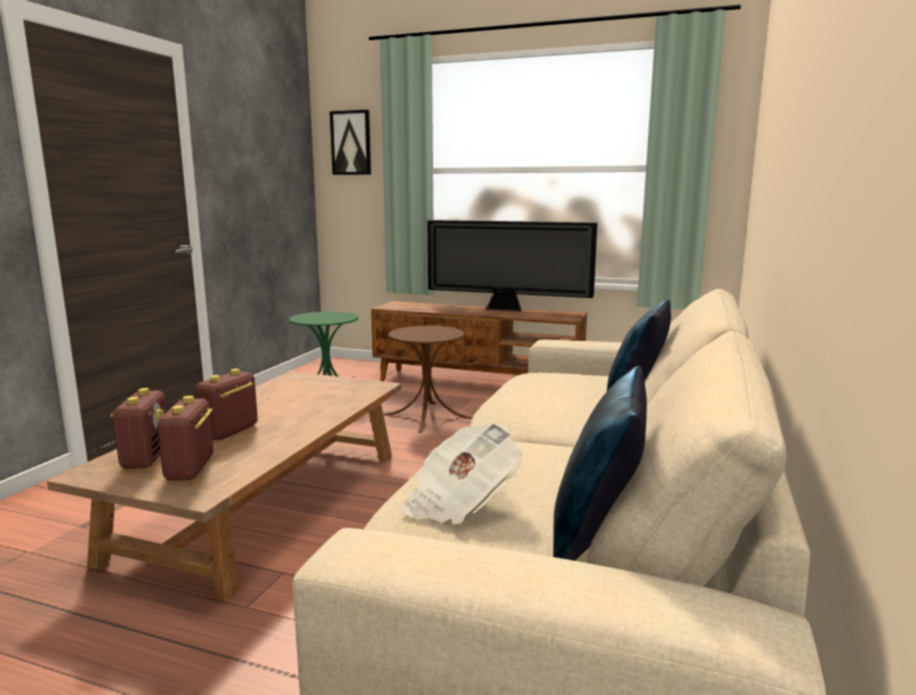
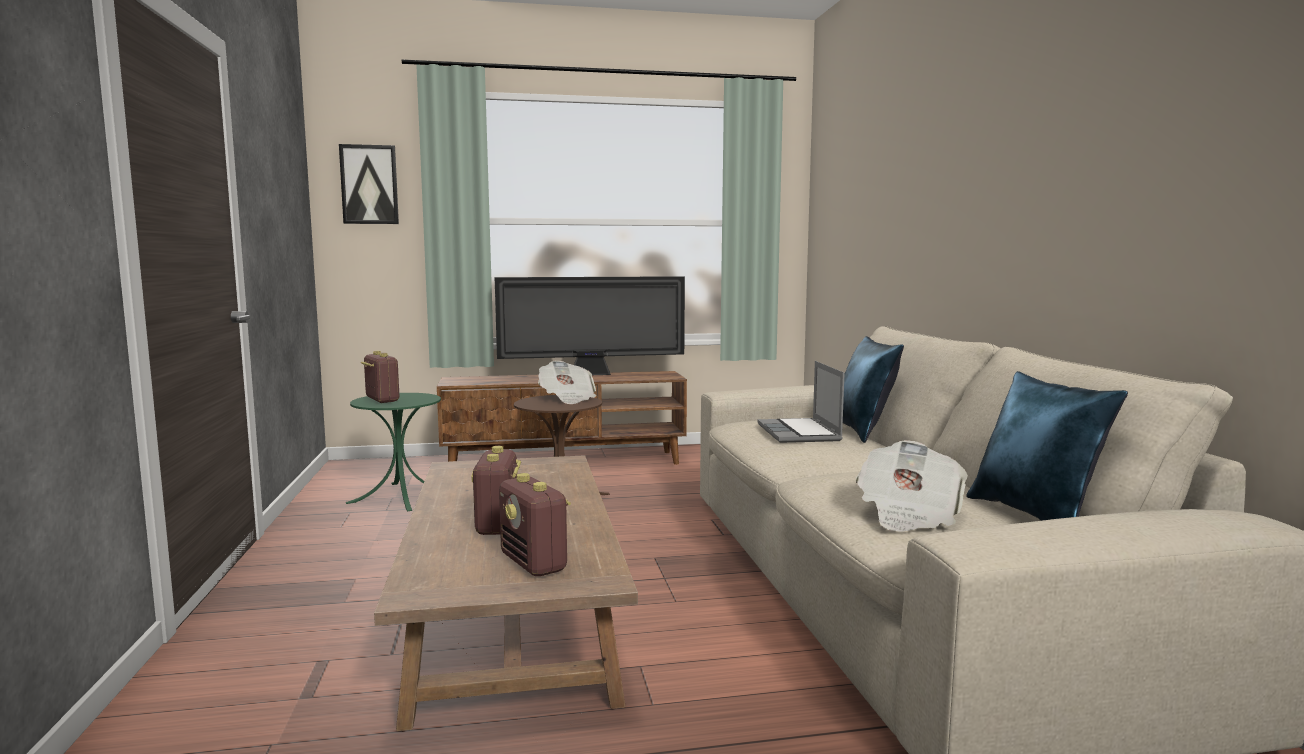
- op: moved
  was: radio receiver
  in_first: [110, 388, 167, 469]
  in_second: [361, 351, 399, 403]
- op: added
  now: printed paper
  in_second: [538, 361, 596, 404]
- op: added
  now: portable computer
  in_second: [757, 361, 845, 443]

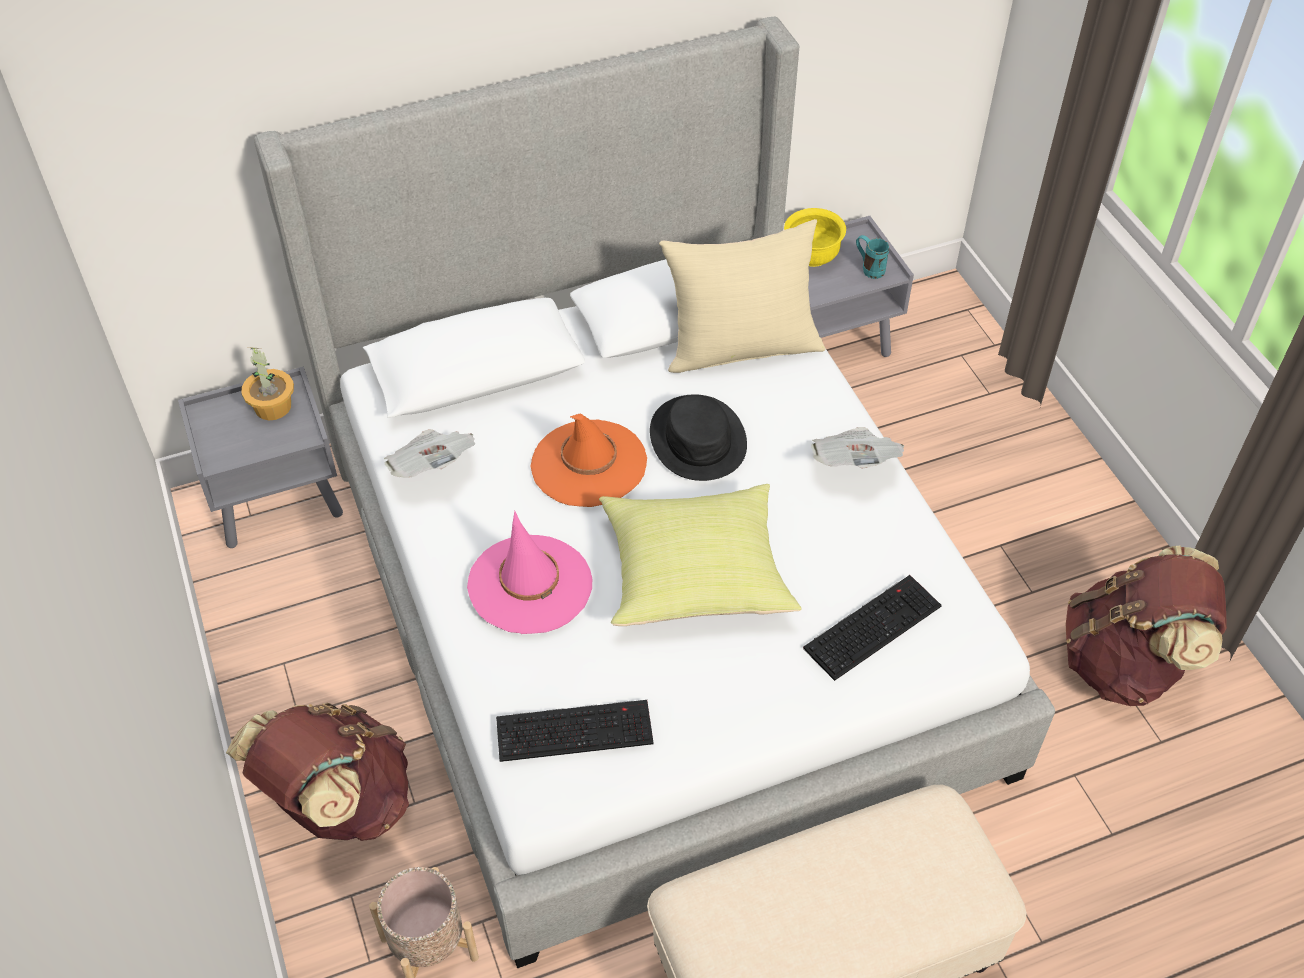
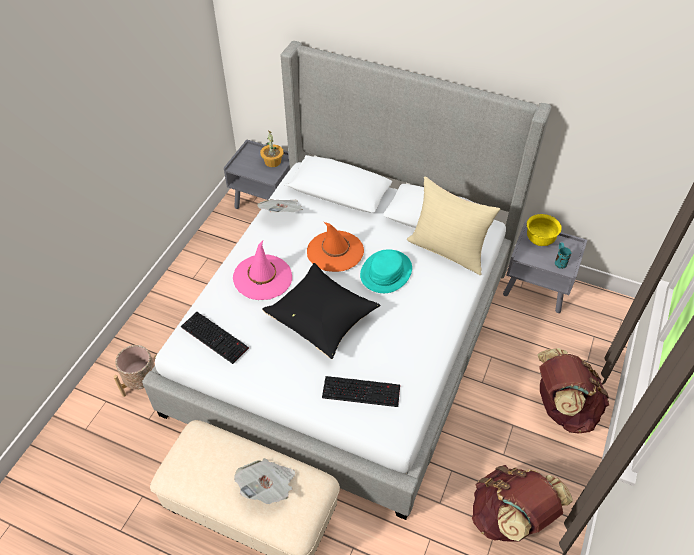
- op: moved
  was: brown knapsack
  in_first: [226, 703, 409, 841]
  in_second: [537, 348, 609, 434]
- op: recoloured
  was: yellowish throw pillow
  now: black throw pillow
  in_first: [599, 484, 802, 626]
  in_second: [262, 263, 380, 359]
- op: recoloured
  was: black clothing hat
  now: turquoise-coloured clothing hat
  in_first: [650, 394, 747, 481]
  in_second: [360, 249, 412, 293]
- op: moved
  was: printed paper
  in_first: [811, 427, 904, 468]
  in_second: [234, 458, 296, 504]

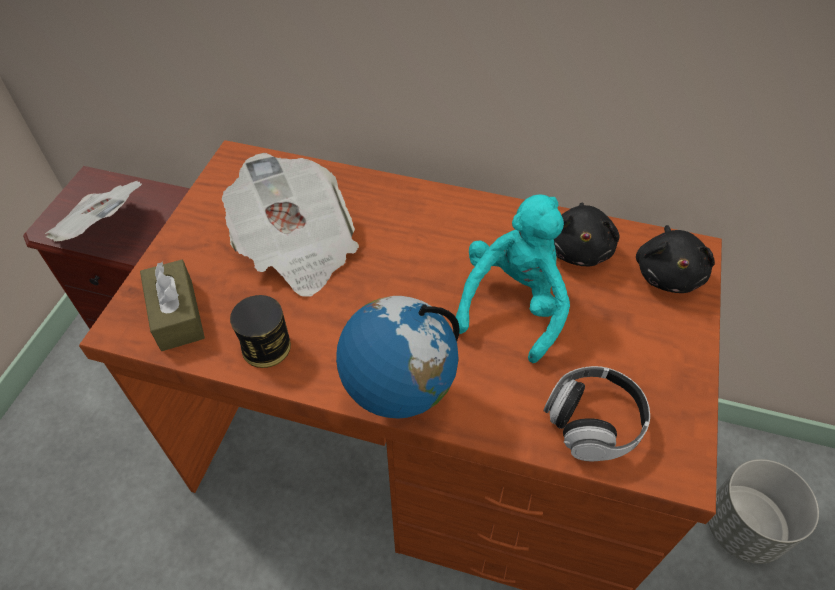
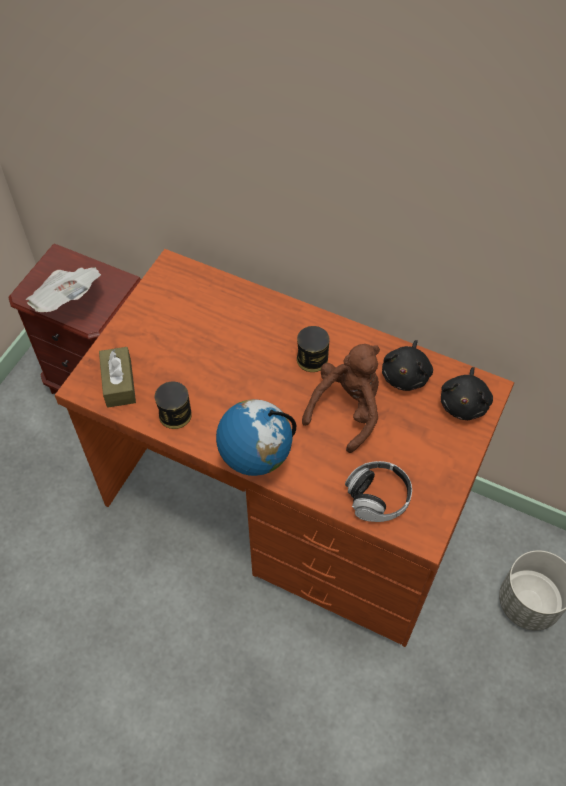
- op: removed
  was: printed paper
  in_first: [222, 153, 359, 297]
- op: recoloured
  was: turquoise-coloured cuddly toy
  now: brown cuddly toy
  in_first: [456, 195, 570, 363]
  in_second: [302, 344, 380, 453]
- op: added
  now: can
  in_second: [297, 326, 329, 372]

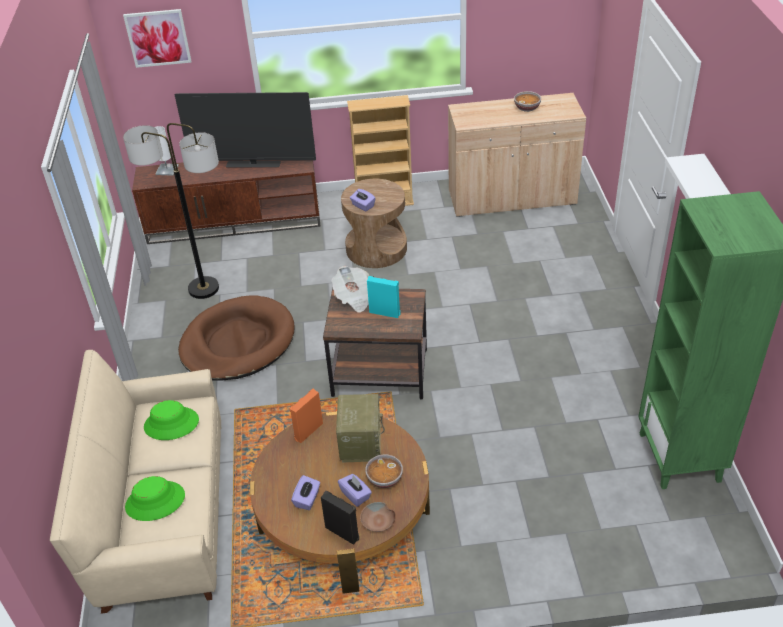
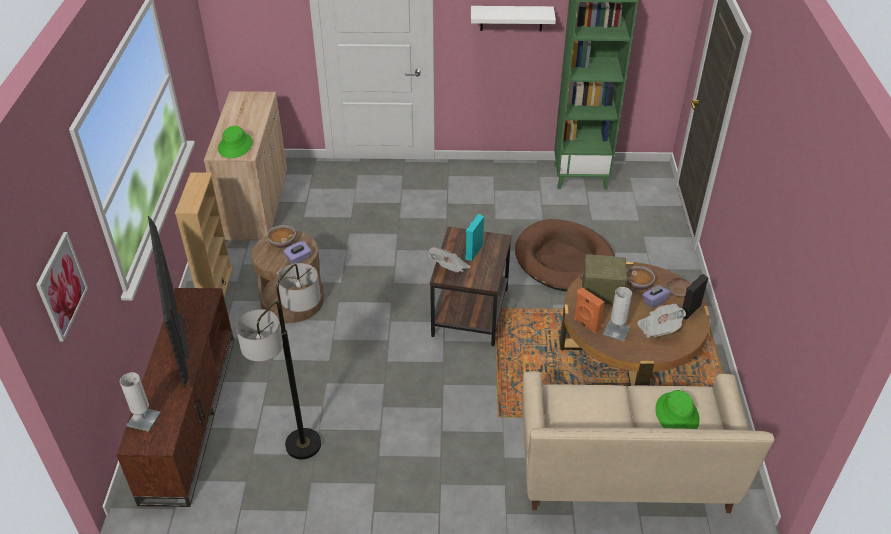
- op: moved
  was: greenish clothing hat
  in_first: [144, 400, 199, 440]
  in_second: [218, 126, 253, 158]
- op: turned
  was: television
  in_first: [175, 92, 316, 167]
  in_second: [148, 216, 189, 388]
  clockwise: 150
- op: moved
  was: brown pet bed
  in_first: [178, 295, 295, 381]
  in_second: [515, 219, 615, 291]
- op: replaced
  was: purplish tissue holder
  now: printed paper
  in_first: [291, 475, 321, 510]
  in_second: [637, 304, 686, 338]
- op: moved
  was: deep dish
  in_first: [514, 91, 541, 112]
  in_second: [267, 225, 296, 248]
- op: added
  now: whitish table lamp
  in_second: [603, 287, 632, 341]

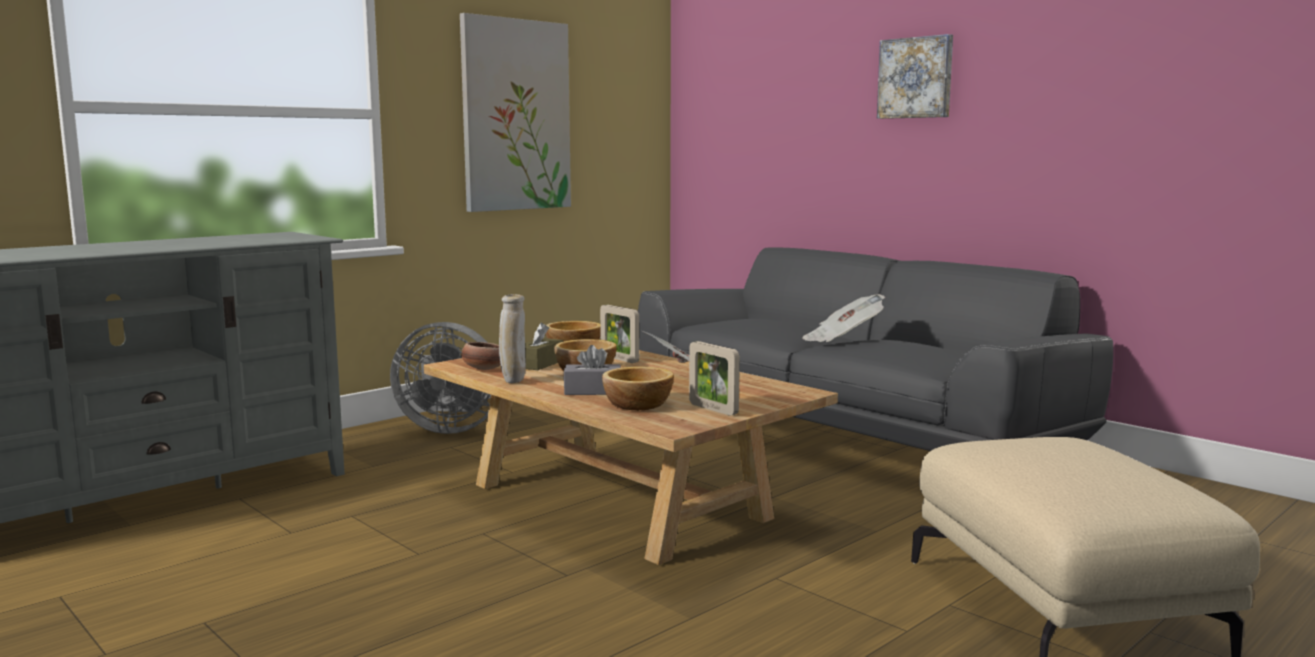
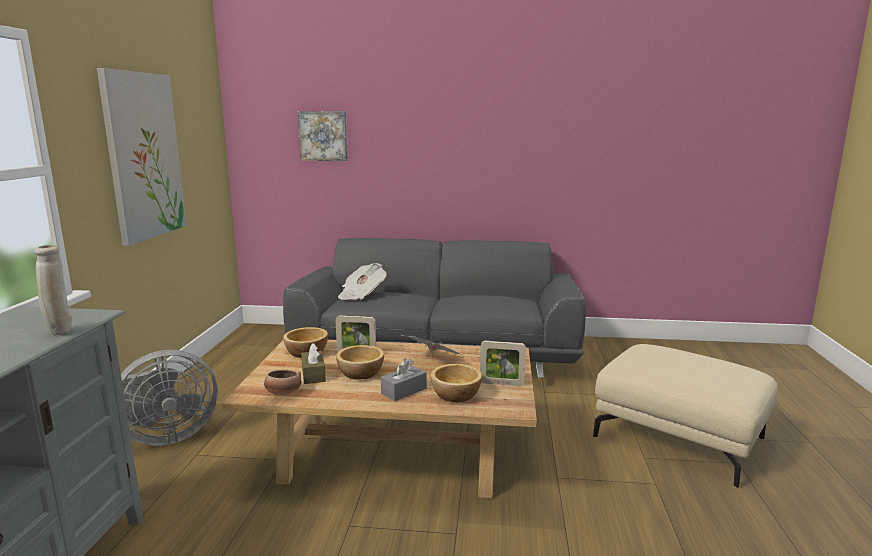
- op: moved
  was: beige-coloured flower vase
  in_first: [499, 294, 526, 383]
  in_second: [35, 245, 72, 335]
- op: moved
  was: printed paper
  in_first: [802, 294, 885, 342]
  in_second: [338, 263, 387, 300]
- op: moved
  was: wall art
  in_first: [877, 34, 953, 119]
  in_second: [298, 111, 348, 161]

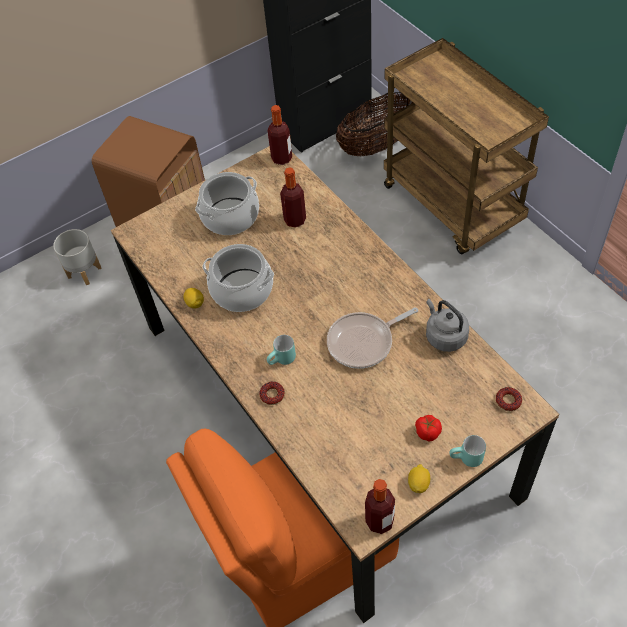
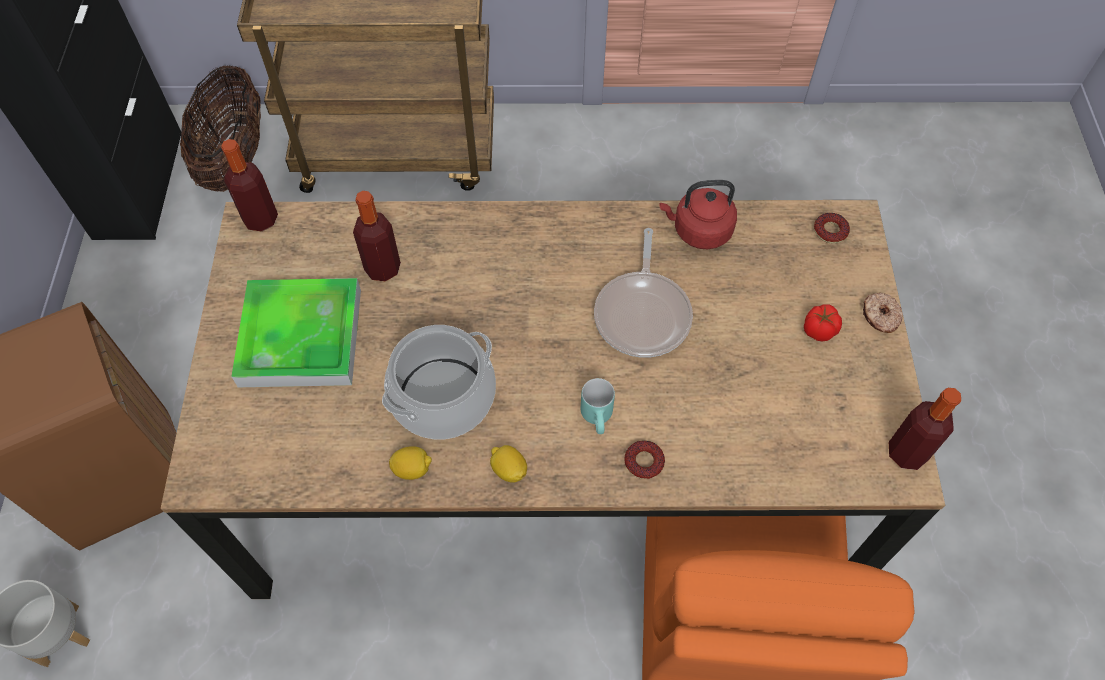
- op: replaced
  was: saucepot
  now: carrying tray
  in_first: [195, 172, 259, 235]
  in_second: [231, 278, 361, 387]
- op: moved
  was: lemon
  in_first: [408, 464, 430, 493]
  in_second: [490, 445, 527, 482]
- op: recoloured
  was: gray tea kettle
  now: reddish tea kettle
  in_first: [426, 299, 469, 352]
  in_second: [659, 180, 737, 249]
- op: replaced
  was: turquoise-coloured coffee mug
  now: donut
  in_first: [449, 435, 486, 467]
  in_second: [863, 293, 903, 333]

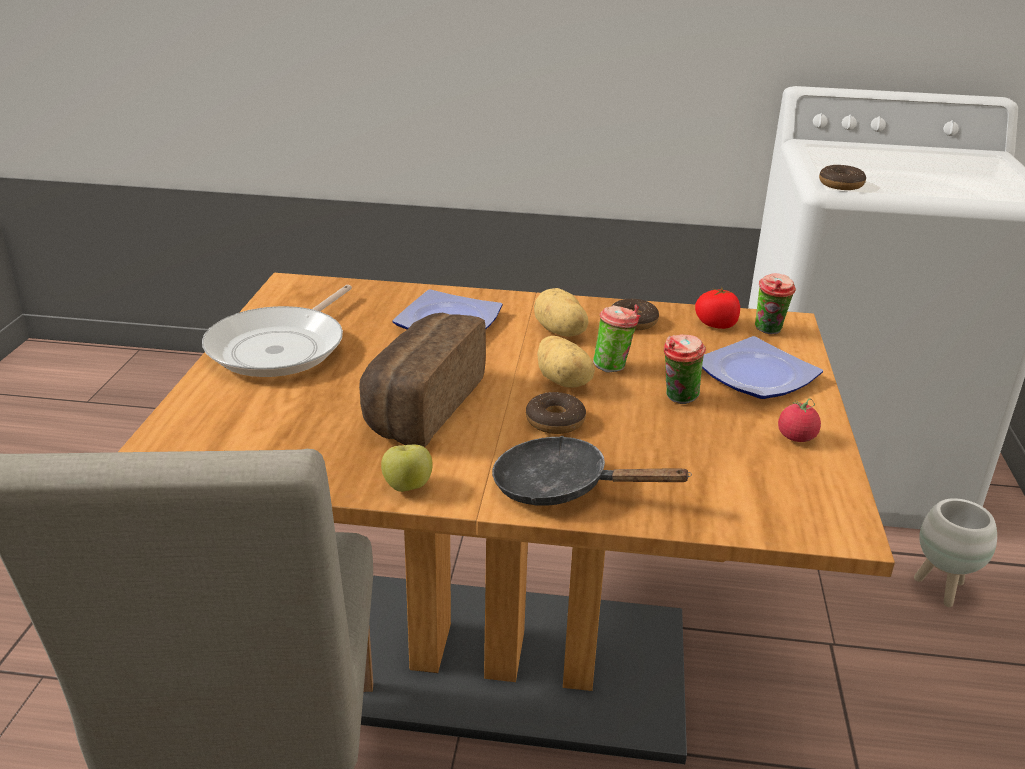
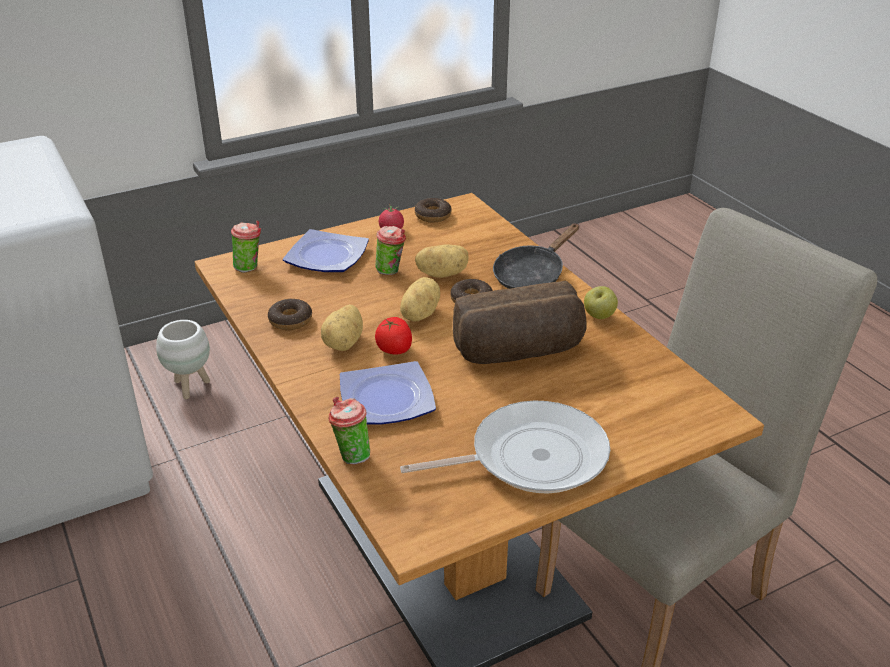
- op: turned
  was: black pan
  in_first: [492, 436, 692, 506]
  in_second: [493, 223, 579, 289]
  clockwise: 60
- op: moved
  was: cup
  in_first: [593, 304, 640, 373]
  in_second: [329, 397, 370, 464]
- op: moved
  was: fresh tomato
  in_first: [695, 287, 740, 329]
  in_second: [375, 317, 412, 355]
- op: moved
  was: donut
  in_first: [819, 165, 866, 190]
  in_second: [415, 198, 451, 222]
- op: added
  now: whole potato
  in_second: [415, 245, 469, 278]

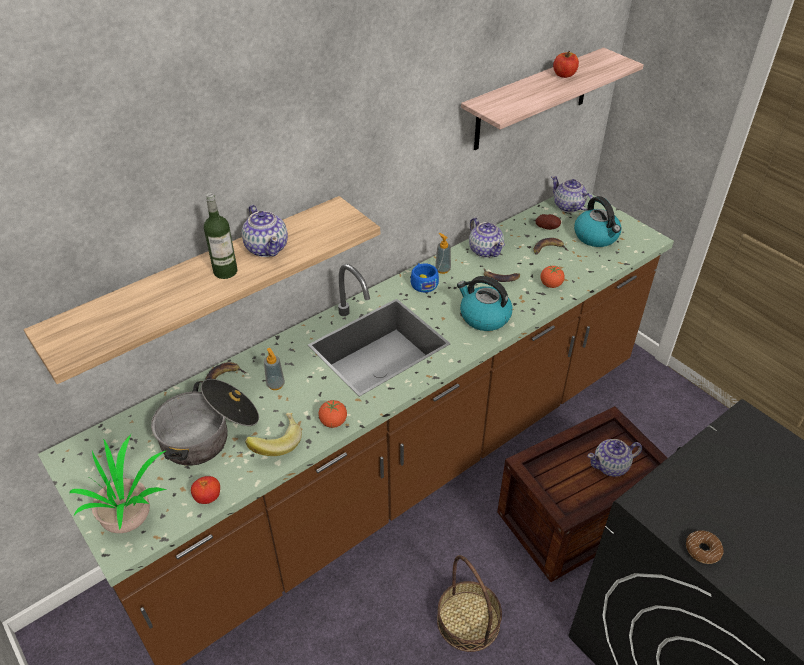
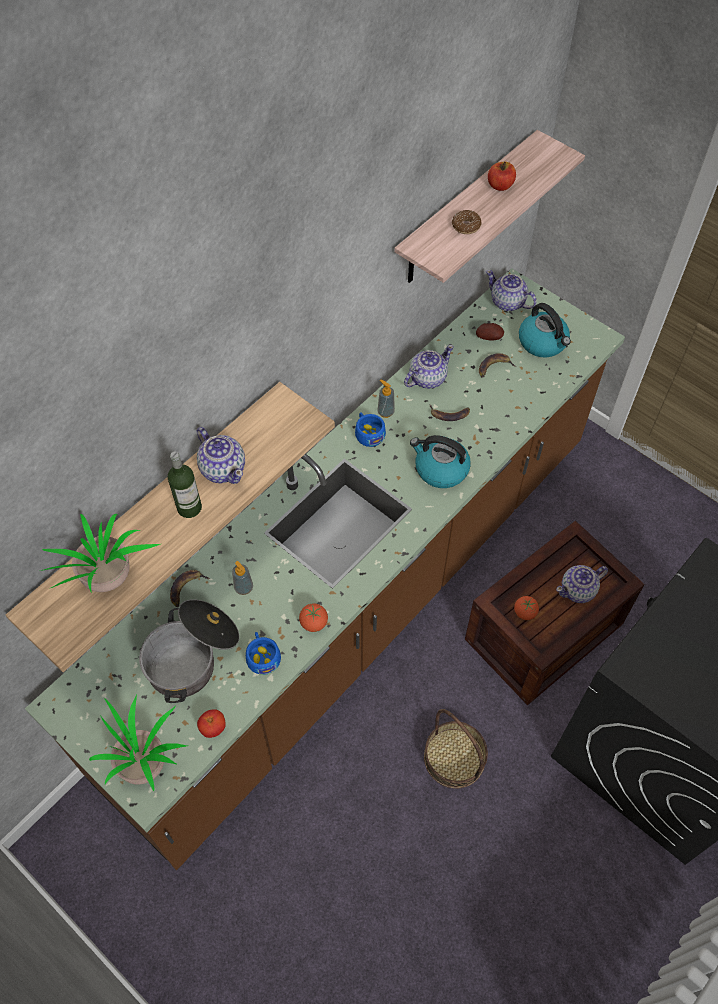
- op: replaced
  was: banana fruit
  now: bluish cup
  in_first: [245, 413, 302, 456]
  in_second: [246, 632, 281, 675]
- op: turned
  was: tea pot
  in_first: [469, 218, 505, 258]
  in_second: [404, 345, 454, 389]
  clockwise: -90
- op: moved
  was: fresh tomato
  in_first: [541, 266, 565, 288]
  in_second: [514, 596, 539, 620]
- op: moved
  was: donut
  in_first: [686, 530, 723, 564]
  in_second: [452, 210, 482, 234]
- op: added
  now: houseplant
  in_second: [41, 514, 160, 593]

